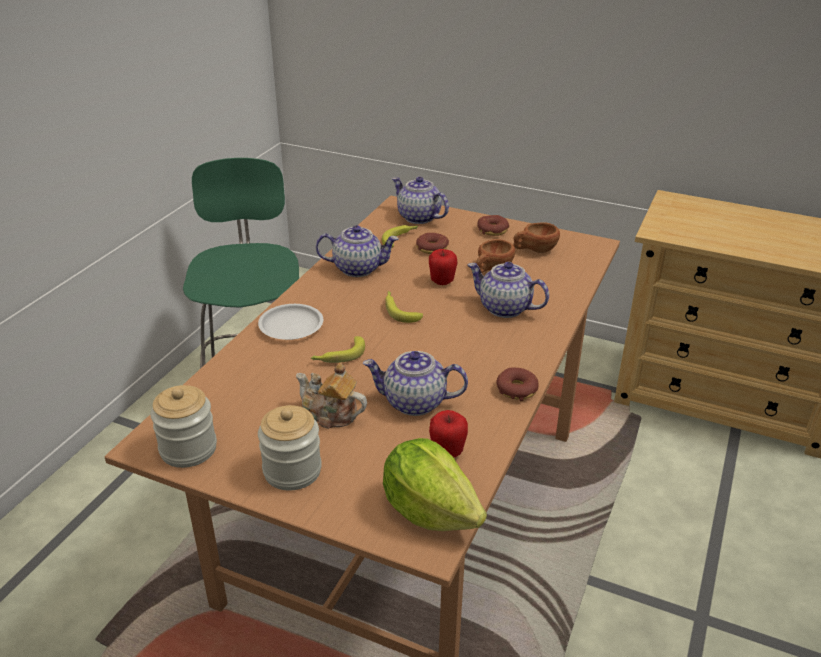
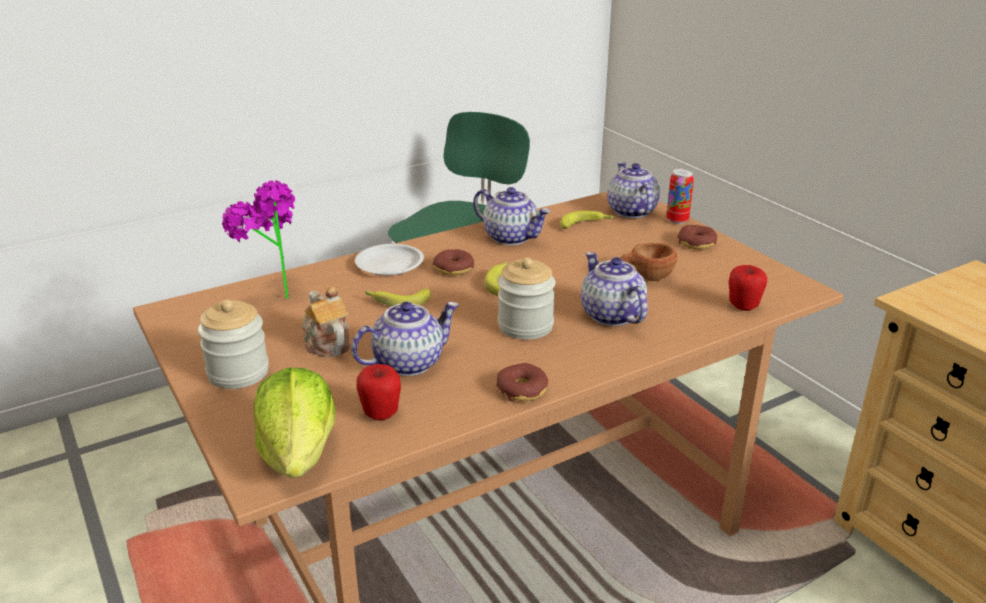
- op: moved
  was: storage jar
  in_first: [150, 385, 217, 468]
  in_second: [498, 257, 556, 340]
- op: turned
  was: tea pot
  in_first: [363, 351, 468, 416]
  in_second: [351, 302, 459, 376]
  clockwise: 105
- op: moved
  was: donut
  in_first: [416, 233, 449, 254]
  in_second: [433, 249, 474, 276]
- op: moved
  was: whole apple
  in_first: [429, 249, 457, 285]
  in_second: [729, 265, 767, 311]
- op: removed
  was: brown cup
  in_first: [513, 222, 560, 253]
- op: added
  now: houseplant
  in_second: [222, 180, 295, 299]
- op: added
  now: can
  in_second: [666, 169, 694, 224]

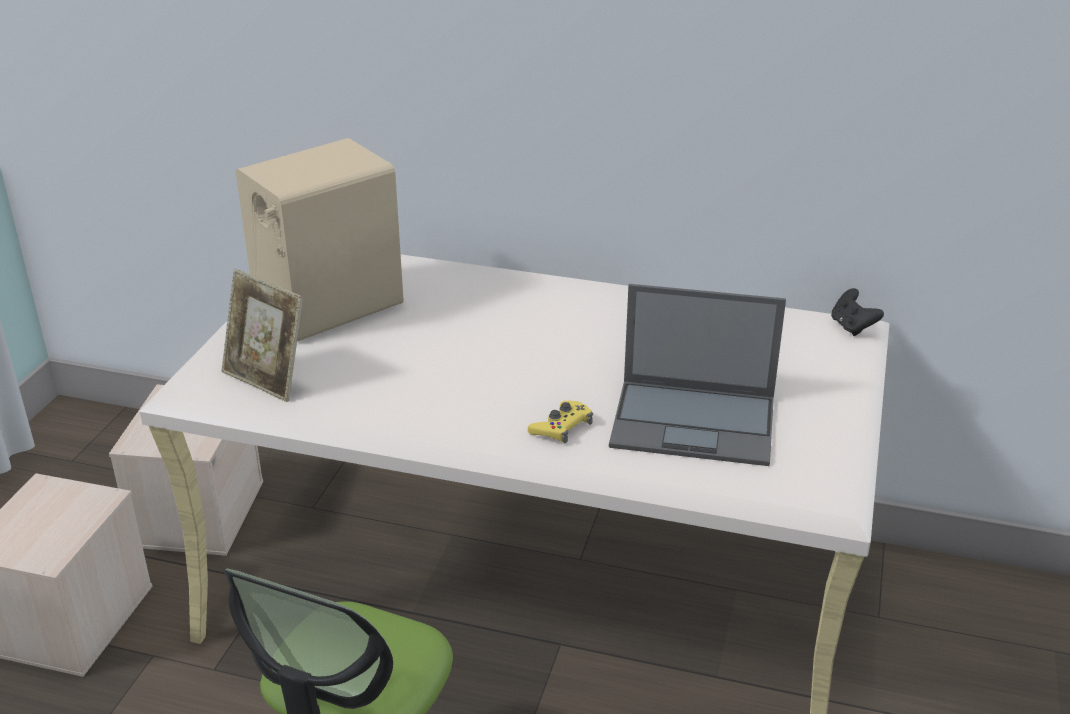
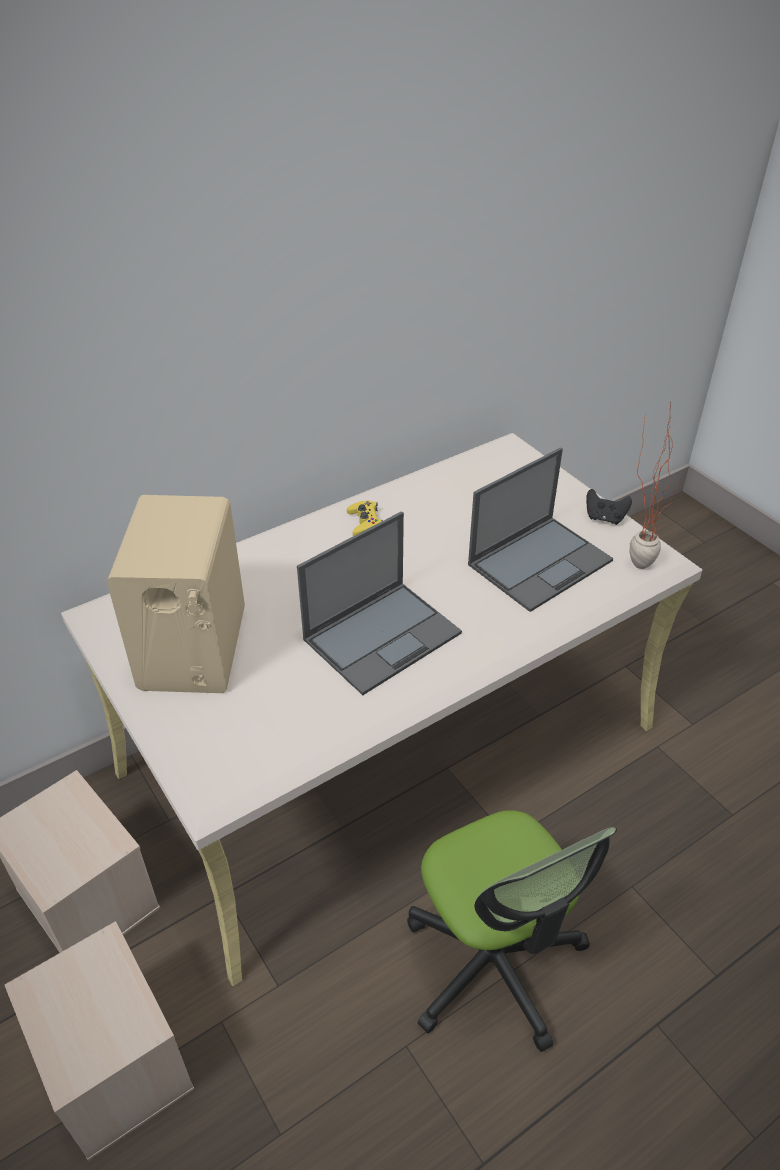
- op: removed
  was: standing frame
  in_first: [221, 269, 303, 402]
- op: moved
  was: yellowish joypad
  in_first: [528, 401, 593, 444]
  in_second: [347, 501, 383, 536]
- op: moved
  was: black joypad
  in_first: [831, 288, 884, 336]
  in_second: [586, 489, 632, 525]
- op: added
  now: portable computer
  in_second: [297, 511, 462, 695]
- op: added
  now: houseplant
  in_second: [630, 402, 683, 569]

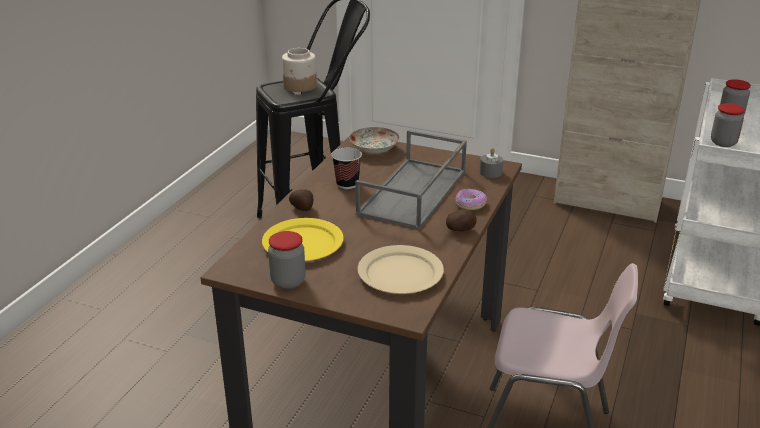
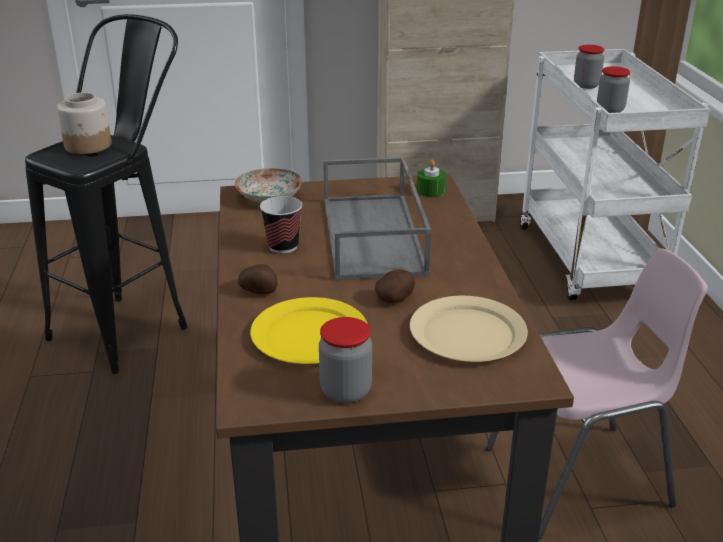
- op: moved
  was: whole potato
  in_first: [446, 209, 477, 231]
  in_second: [375, 270, 415, 303]
- op: removed
  was: donut
  in_first: [455, 189, 487, 210]
- op: recoloured
  was: gray wax candle
  now: greenish wax candle
  in_first: [480, 148, 503, 178]
  in_second: [417, 159, 446, 197]

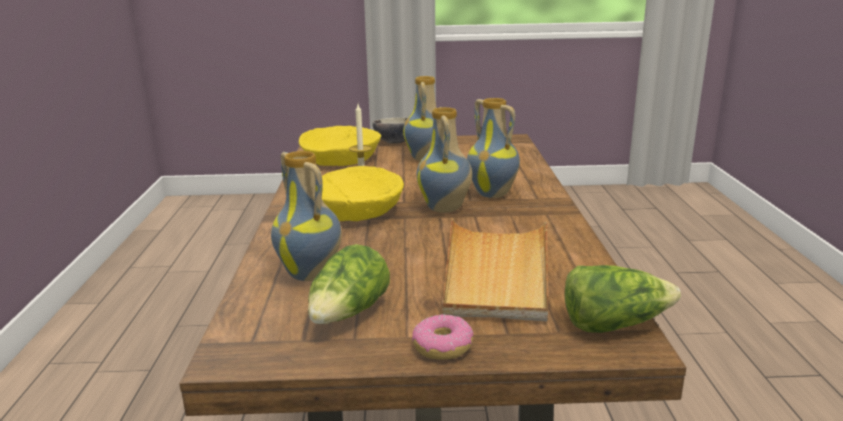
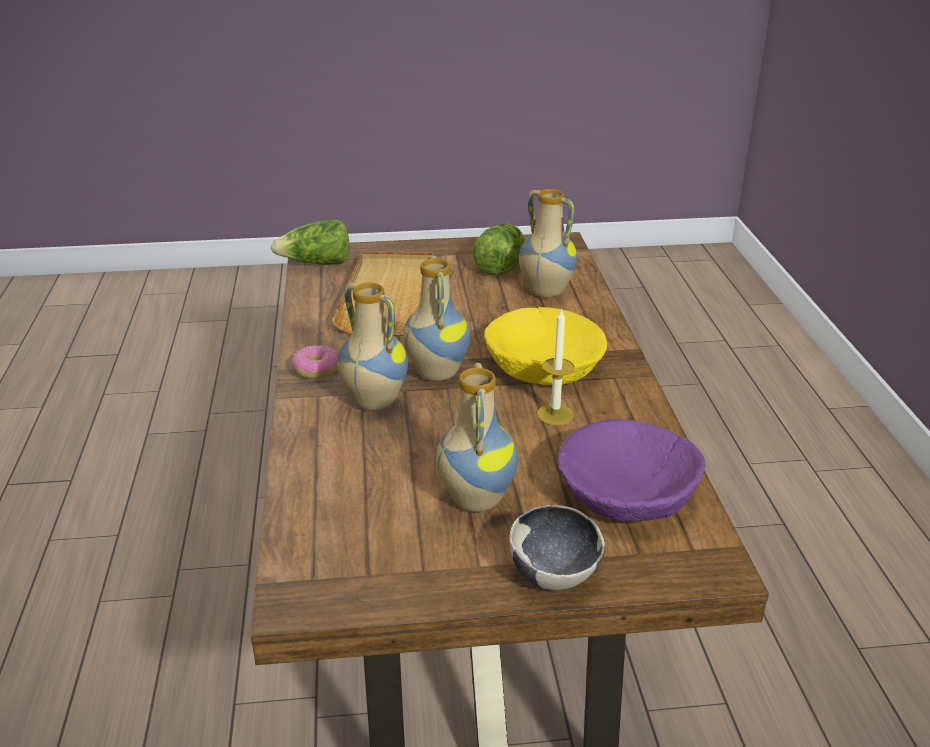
- op: recoloured
  was: yellowish deep dish
  now: purplish deep dish
  in_first: [299, 126, 381, 166]
  in_second: [558, 419, 705, 521]
- op: moved
  was: donut
  in_first: [412, 314, 473, 360]
  in_second: [292, 345, 338, 379]

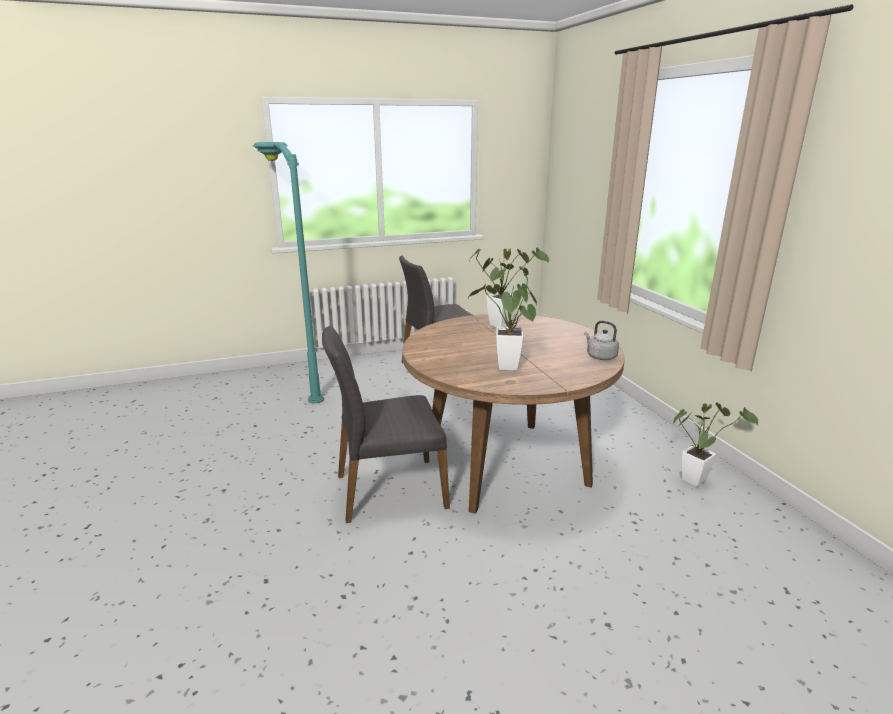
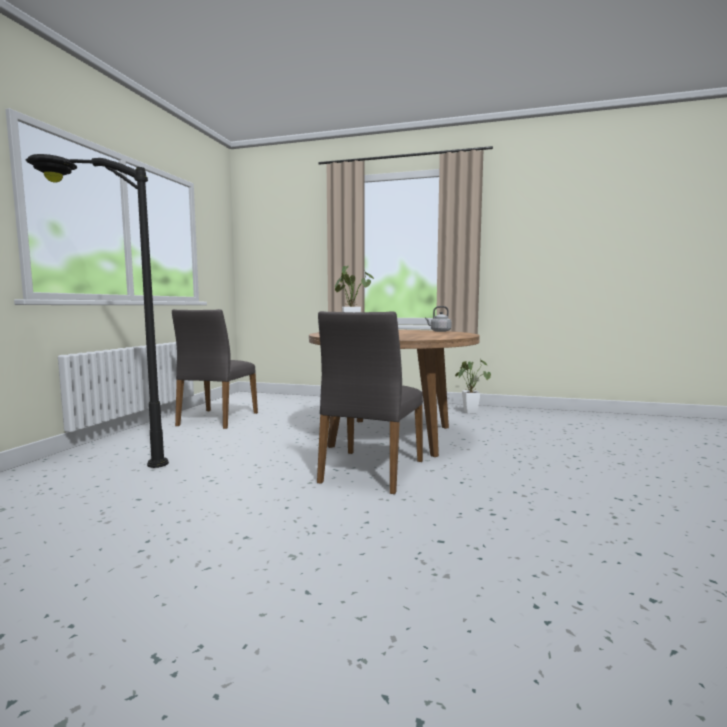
- op: recoloured
  was: turquoise-coloured floor lamp
  now: black floor lamp
  in_first: [252, 142, 324, 403]
  in_second: [26, 154, 169, 468]
- op: removed
  was: houseplant
  in_first: [468, 267, 537, 371]

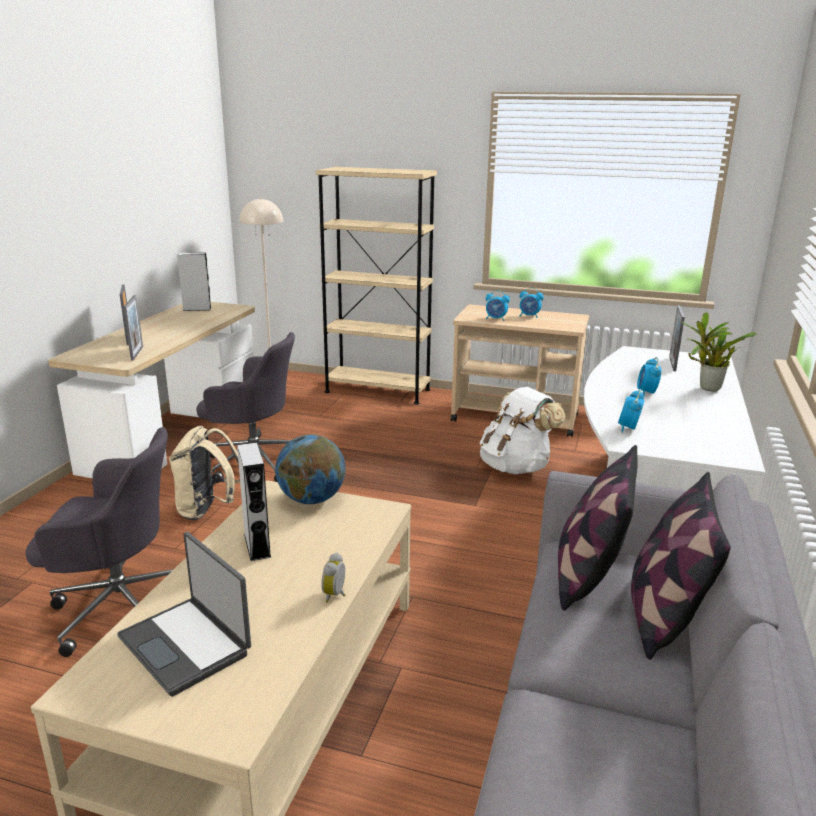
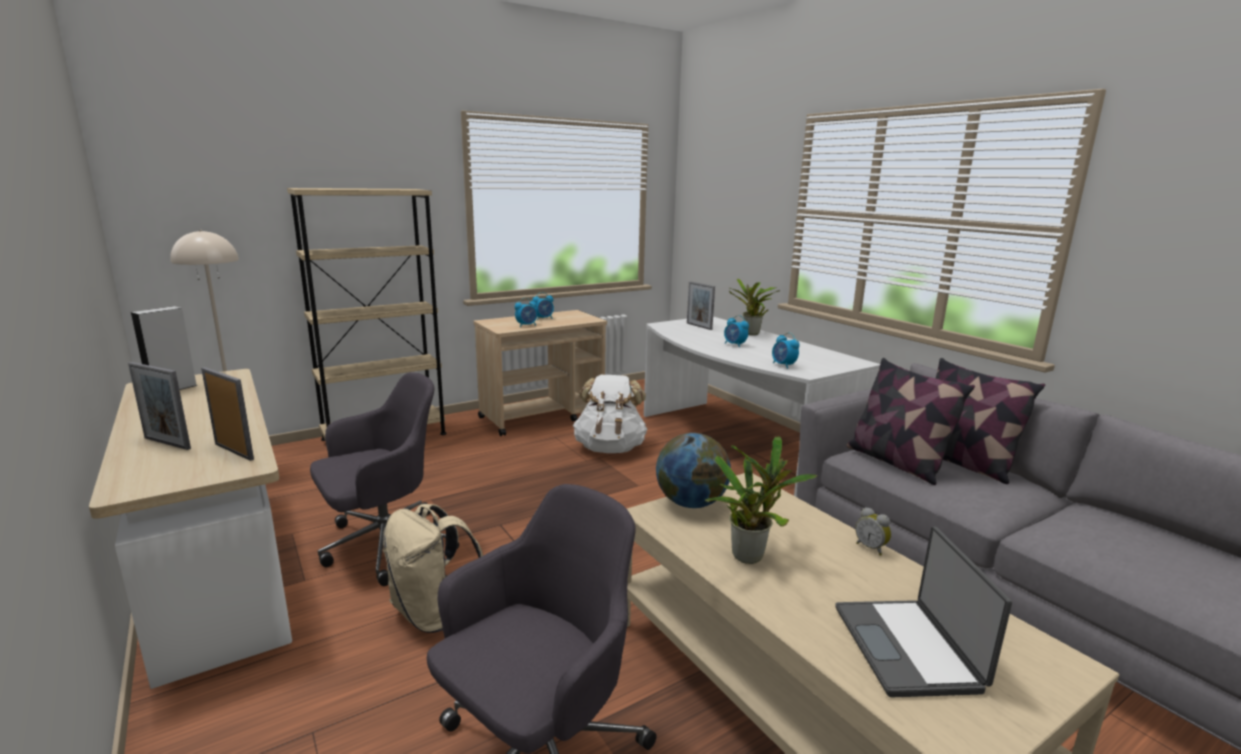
- op: turned
  was: portable computer
  in_first: [117, 532, 251, 697]
  in_second: [835, 526, 1012, 698]
  clockwise: 90
- op: replaced
  was: gray loudspeaker
  now: houseplant
  in_first: [237, 443, 271, 561]
  in_second: [705, 436, 818, 564]

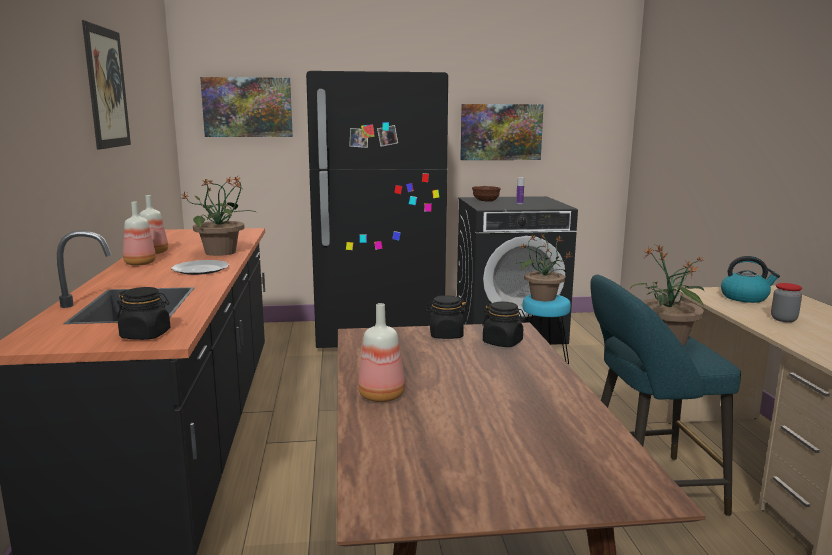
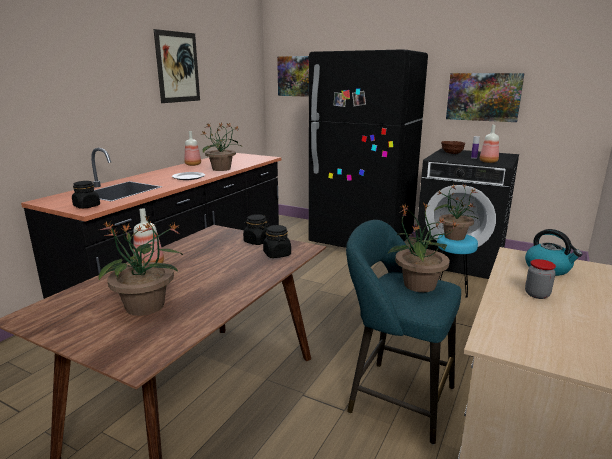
- op: moved
  was: beverage bottle
  in_first: [123, 202, 156, 266]
  in_second: [480, 125, 499, 163]
- op: added
  now: houseplant
  in_second: [99, 216, 183, 316]

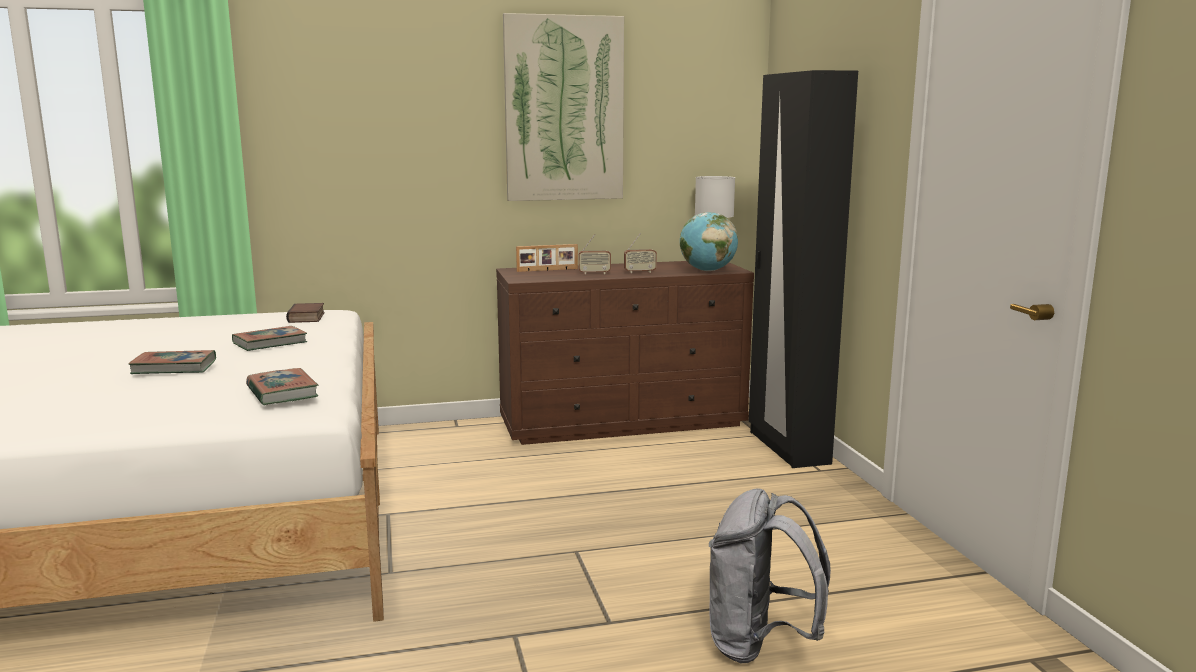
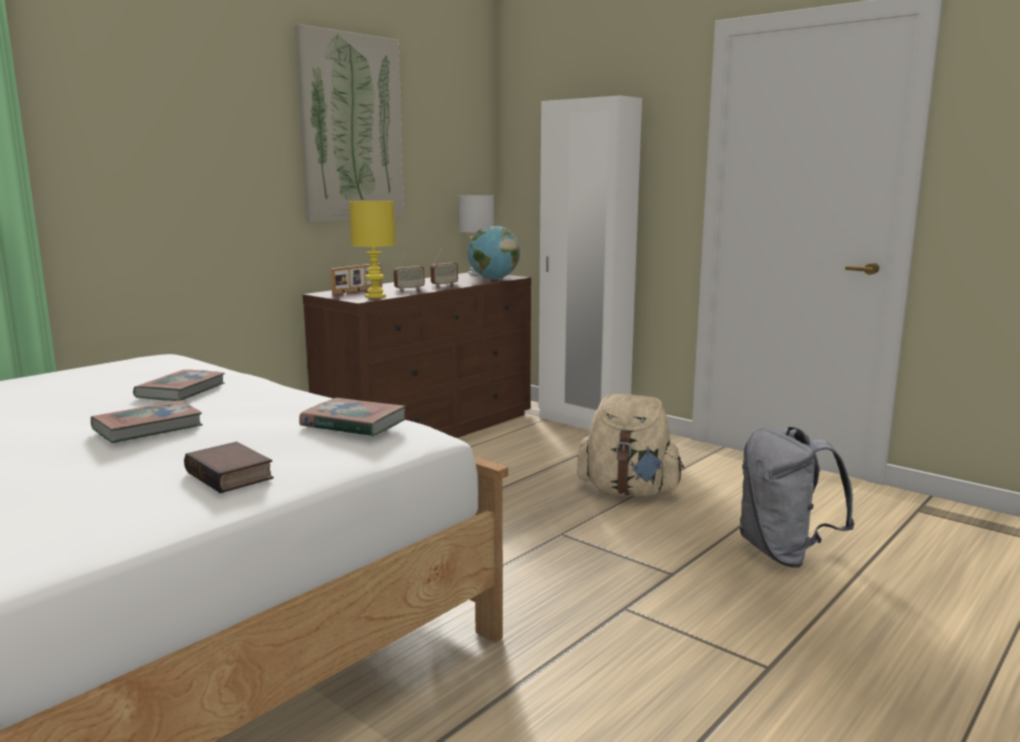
- op: moved
  was: book
  in_first: [286, 303, 325, 323]
  in_second: [184, 442, 273, 493]
- op: recoloured
  was: black clothes cupboard
  now: whitish clothes cupboard
  in_first: [749, 70, 858, 468]
  in_second: [539, 95, 642, 430]
- op: added
  now: yellowish table lamp
  in_second: [349, 201, 395, 298]
- op: added
  now: beige-coloured knapsack
  in_second: [577, 394, 684, 496]

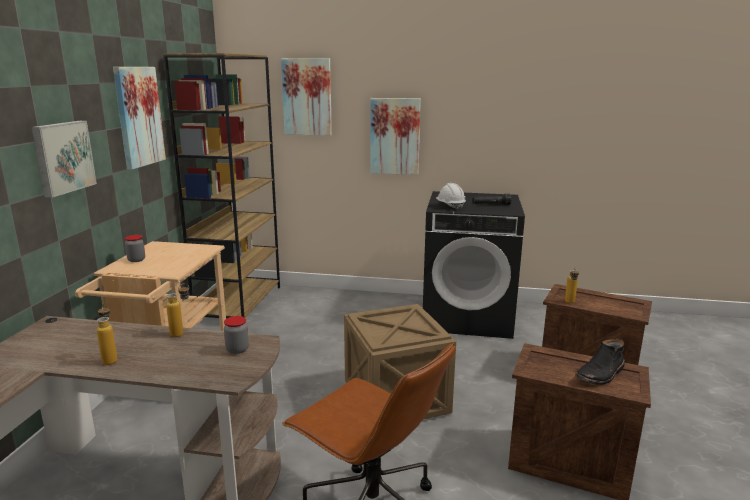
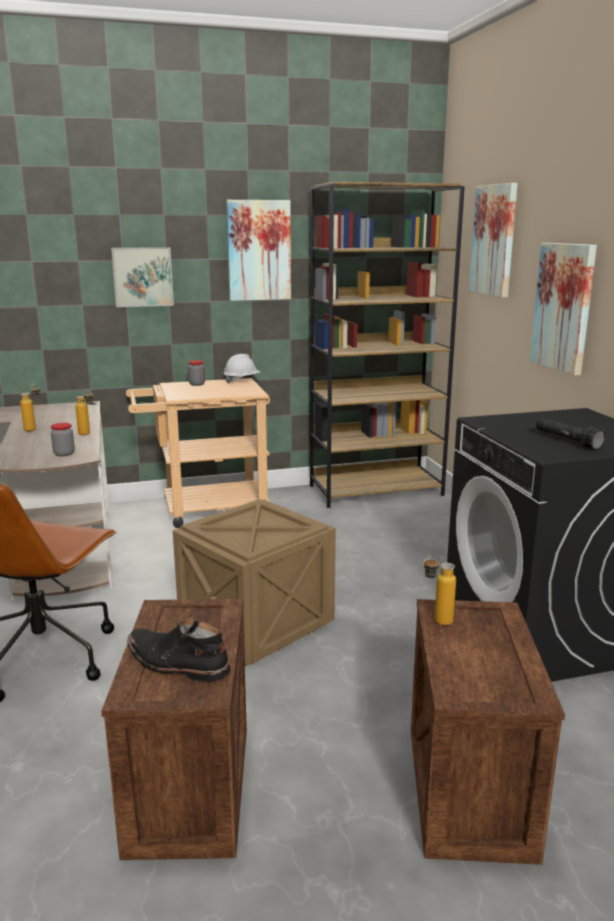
- op: moved
  was: whitish work helmet
  in_first: [436, 183, 466, 210]
  in_second: [223, 354, 260, 383]

